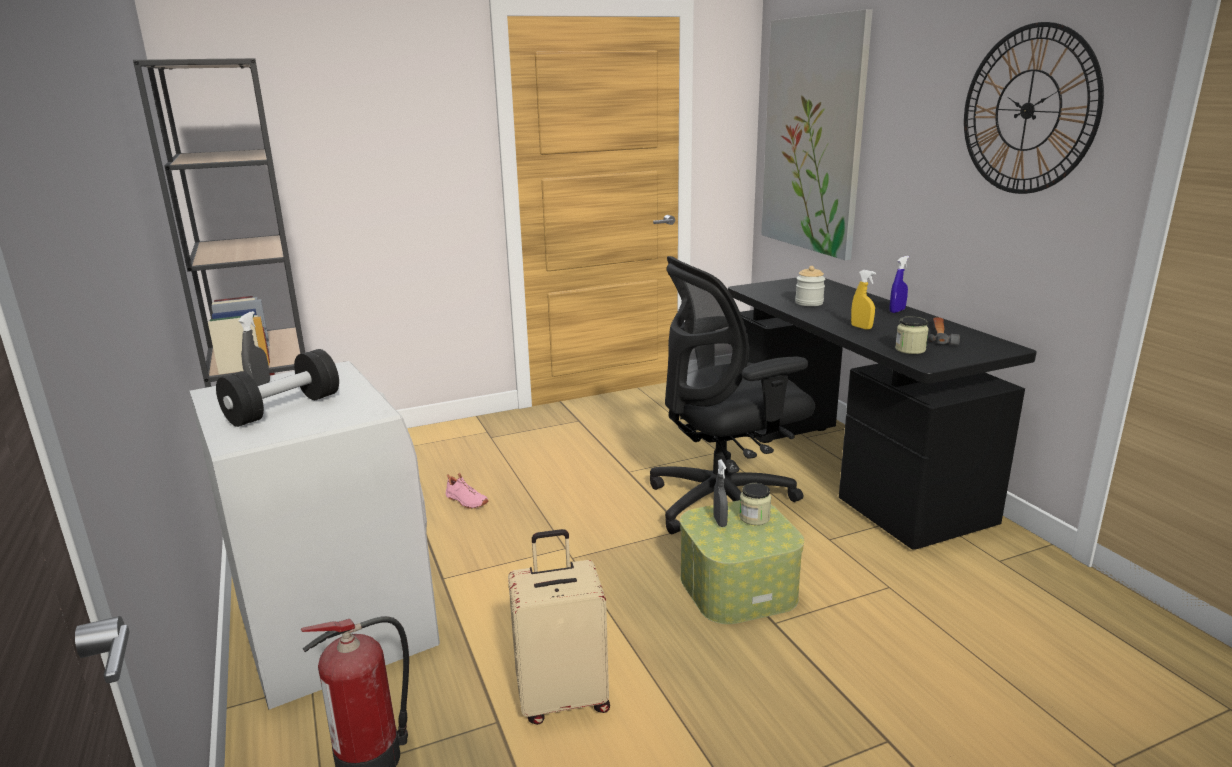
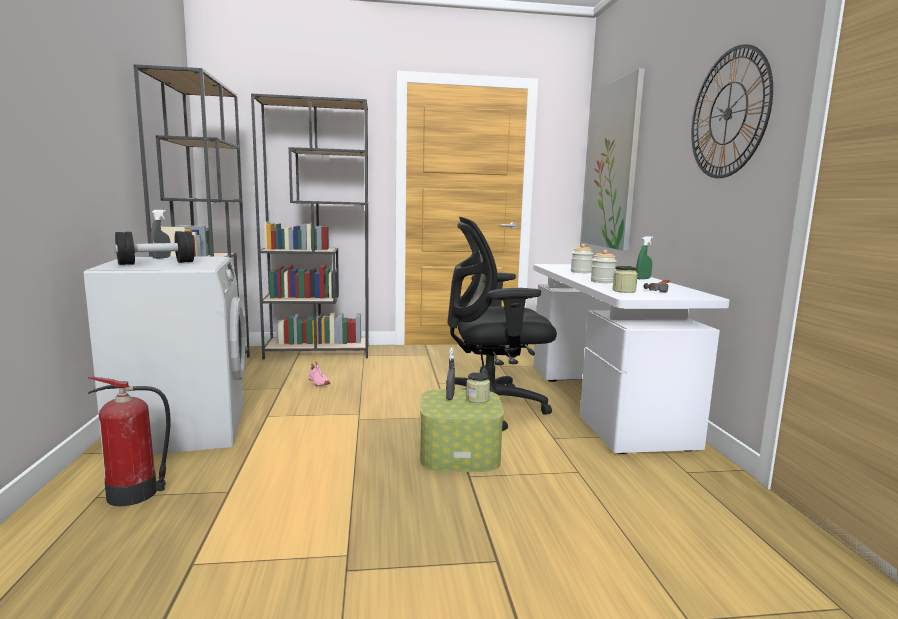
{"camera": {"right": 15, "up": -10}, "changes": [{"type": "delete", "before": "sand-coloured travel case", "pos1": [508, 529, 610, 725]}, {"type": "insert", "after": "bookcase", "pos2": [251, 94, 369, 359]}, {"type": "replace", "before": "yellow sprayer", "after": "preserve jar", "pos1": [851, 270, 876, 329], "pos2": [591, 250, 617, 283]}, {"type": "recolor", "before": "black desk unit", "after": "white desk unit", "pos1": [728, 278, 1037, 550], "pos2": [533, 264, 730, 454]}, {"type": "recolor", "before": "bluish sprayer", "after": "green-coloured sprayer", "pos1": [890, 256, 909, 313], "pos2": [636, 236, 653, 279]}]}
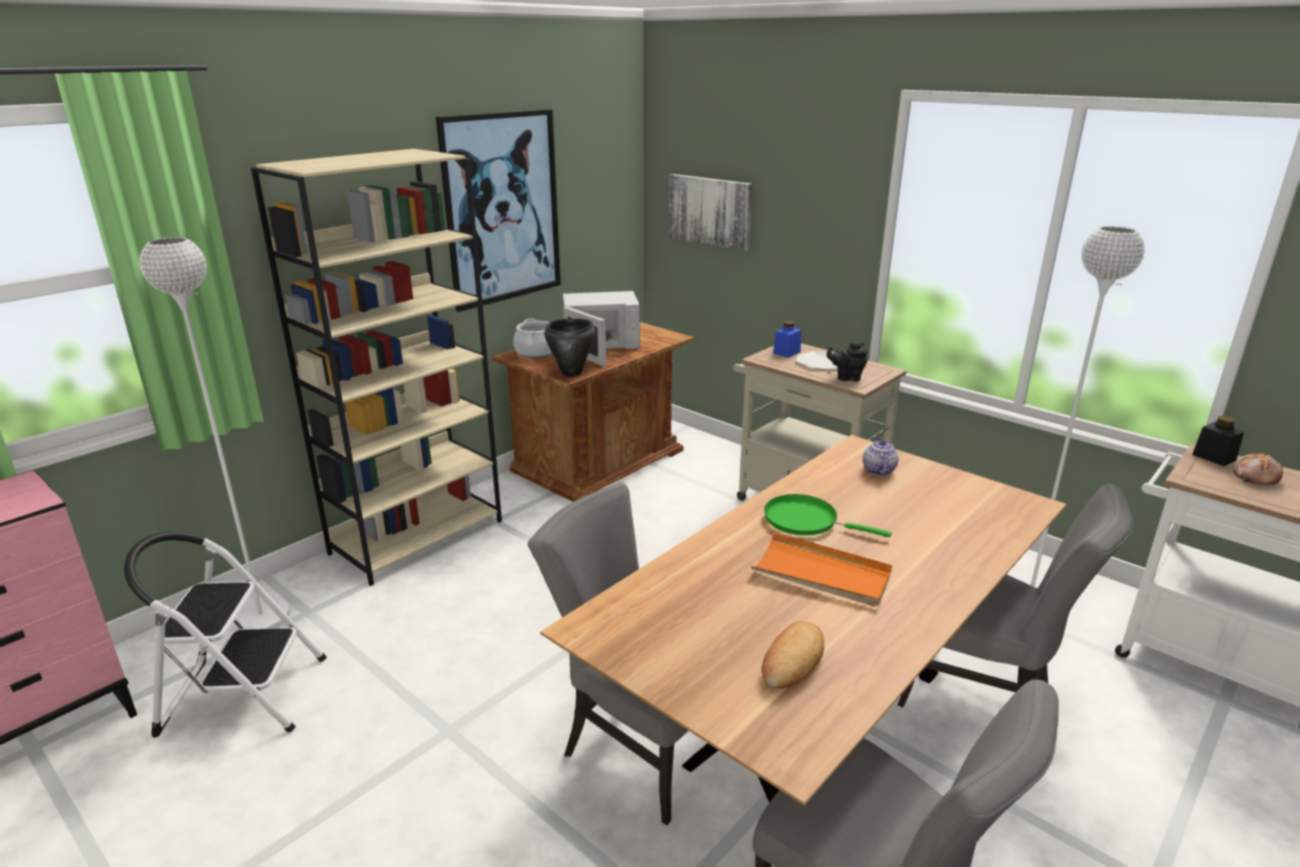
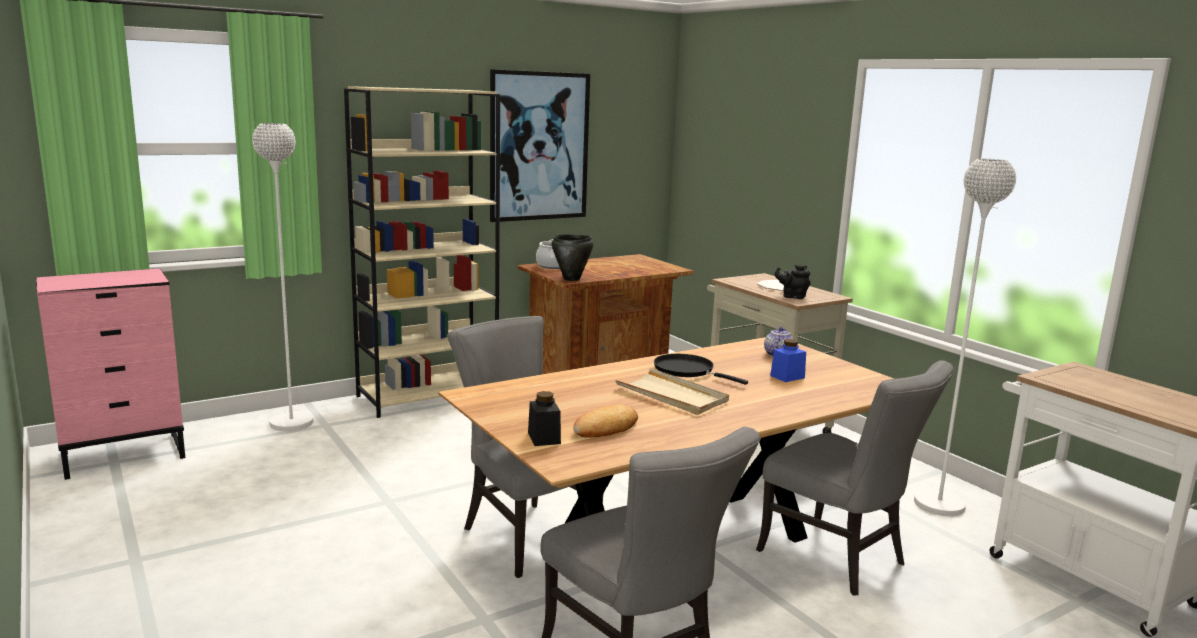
{"camera": {"right": 15, "up": -10}, "changes": [{"type": "delete", "before": "step stool", "pos1": [124, 532, 327, 738]}, {"type": "delete", "before": "white microwave oven", "pos1": [562, 291, 640, 367]}, {"type": "delete", "before": "wall art", "pos1": [669, 174, 752, 251]}, {"type": "delete", "before": "bakery bread", "pos1": [1233, 452, 1283, 484]}, {"type": "move", "before": "bluish preserve jar", "pos1": [773, 321, 801, 358], "pos2": [770, 339, 806, 382]}, {"type": "move", "before": "black preserve jar", "pos1": [1192, 416, 1244, 466], "pos2": [528, 391, 561, 446]}, {"type": "recolor", "before": "orange tray", "after": "sand-coloured tray", "pos1": [751, 532, 892, 607], "pos2": [615, 368, 729, 415]}, {"type": "recolor", "before": "green-coloured frying pan", "after": "black frying pan", "pos1": [764, 494, 892, 538], "pos2": [654, 354, 748, 385]}]}
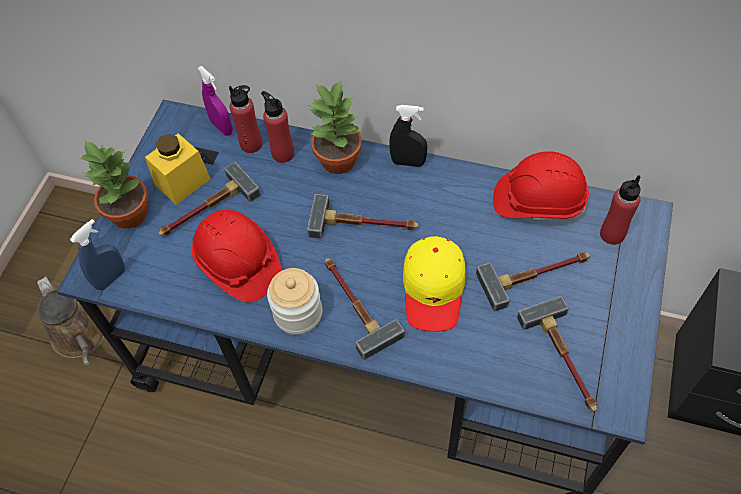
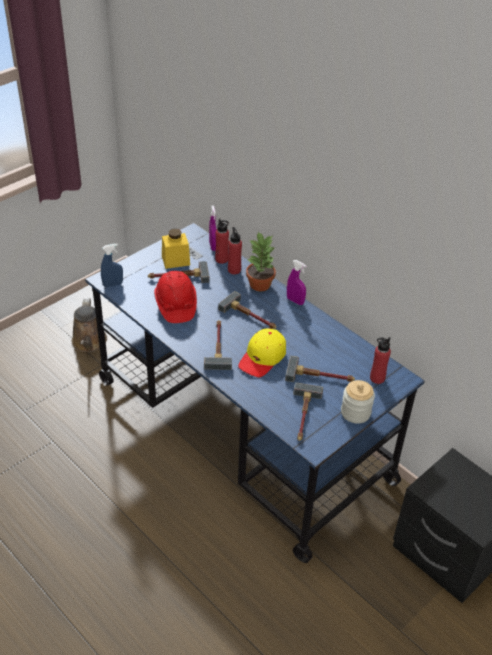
{"camera": {"right": 25, "up": -15}, "changes": [{"type": "delete", "before": "potted plant", "pos1": [81, 139, 148, 229]}, {"type": "delete", "before": "red-coloured hard hat", "pos1": [493, 151, 589, 220]}, {"type": "move", "before": "preserve jar", "pos1": [267, 268, 322, 335], "pos2": [341, 380, 375, 424]}, {"type": "recolor", "before": "black sprayer", "after": "purplish sprayer", "pos1": [389, 105, 427, 167], "pos2": [287, 260, 306, 305]}]}
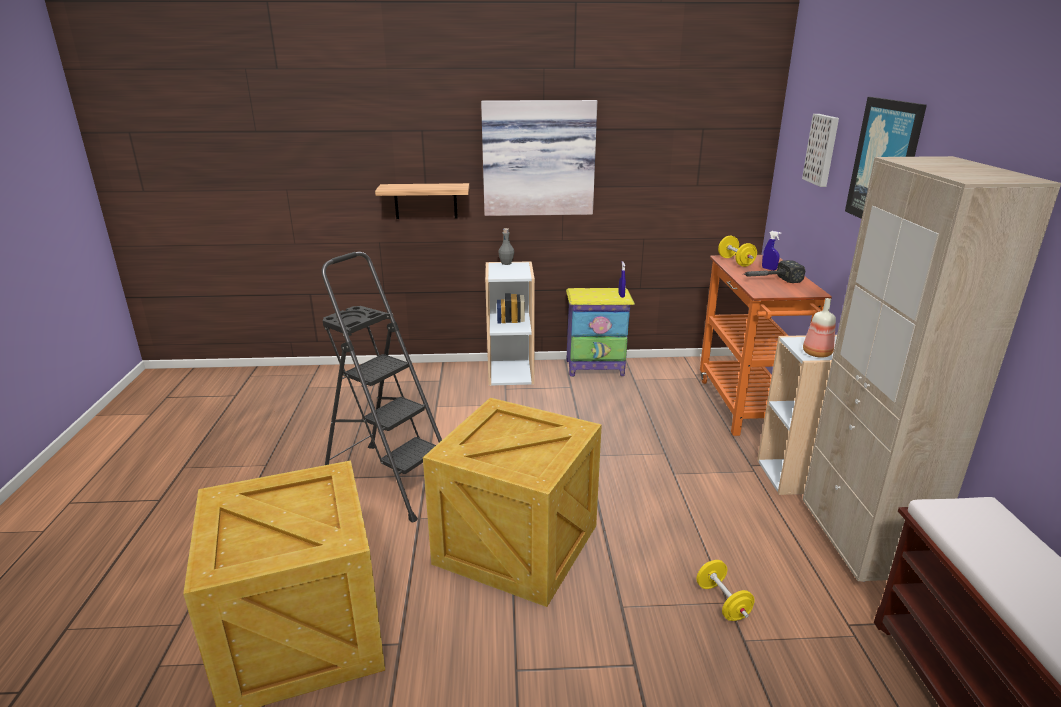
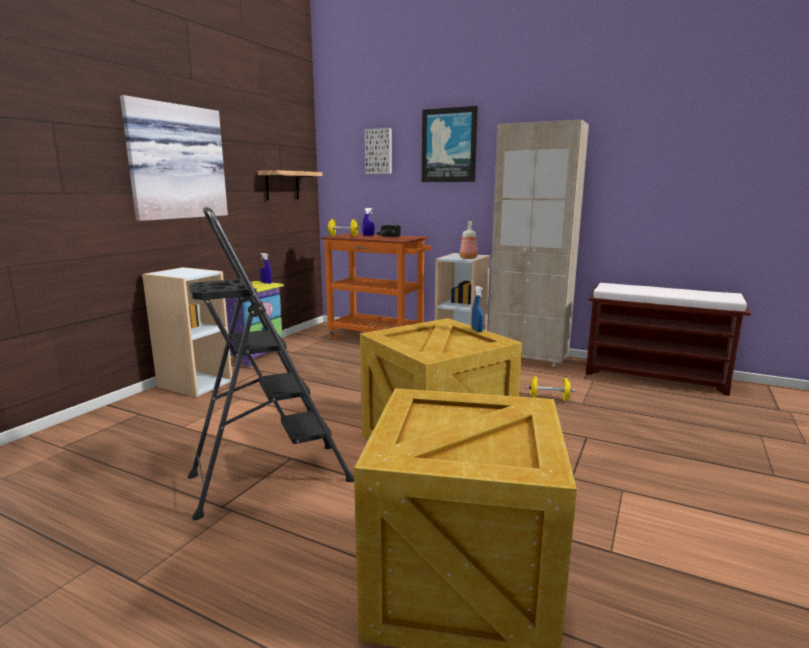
{"camera": {"right": -60, "up": -10}, "changes": [{"type": "delete", "before": "grey drink bottle", "pos1": [498, 228, 514, 265]}, {"type": "insert", "after": "bluish sprayer", "pos2": [471, 286, 484, 332]}, {"type": "move", "before": "shelf", "pos1": [375, 183, 469, 219], "pos2": [258, 170, 323, 200]}]}
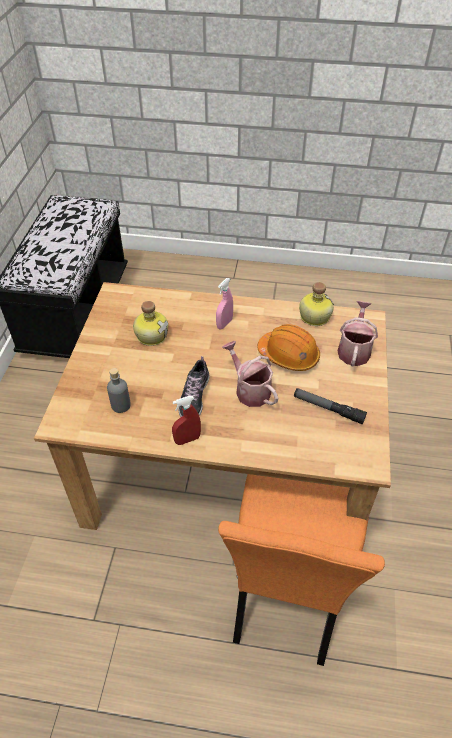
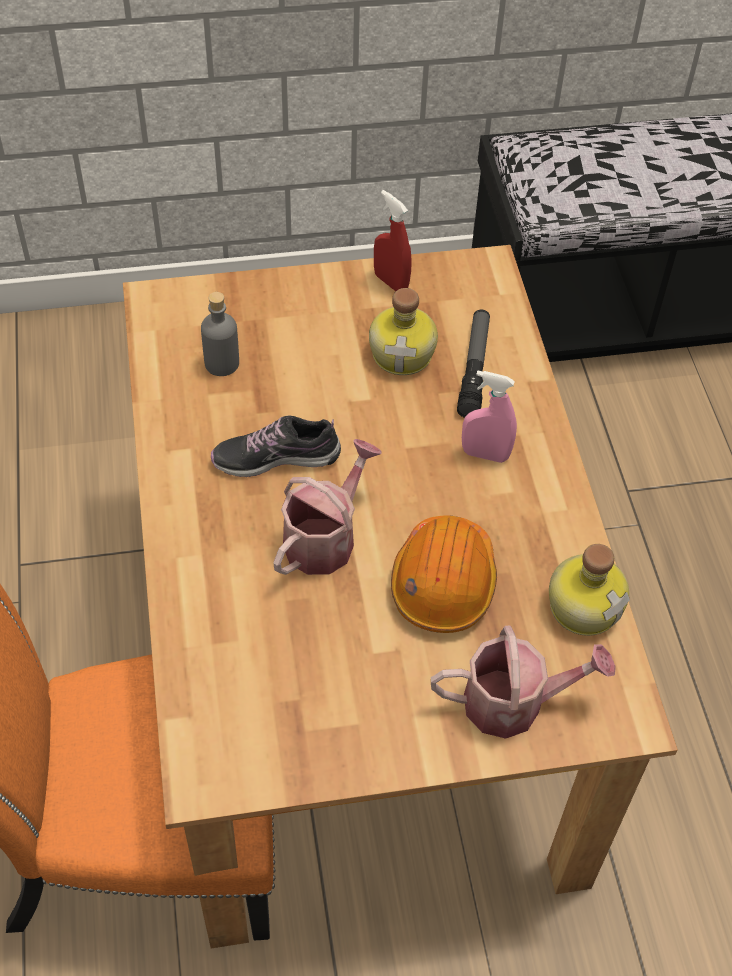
{"camera": {"right": 70, "up": 5}, "changes": [{"type": "move", "before": "red-coloured sprayer", "pos1": [172, 396, 201, 445], "pos2": [374, 190, 411, 291]}, {"type": "move", "before": "flashlight", "pos1": [294, 388, 367, 424], "pos2": [457, 310, 490, 418]}]}
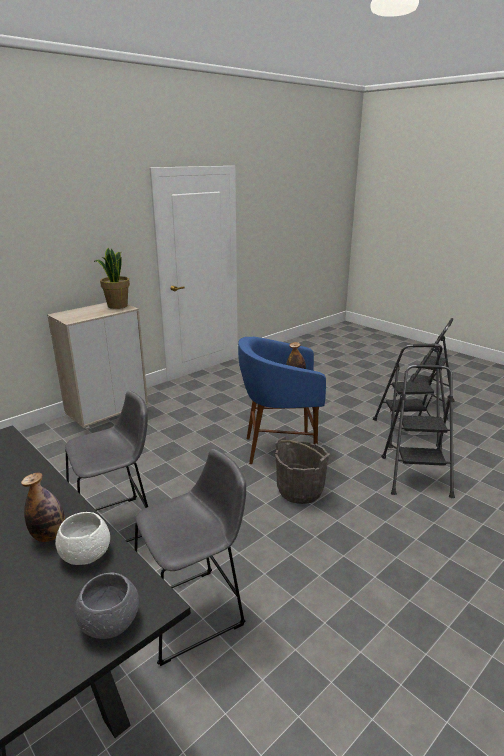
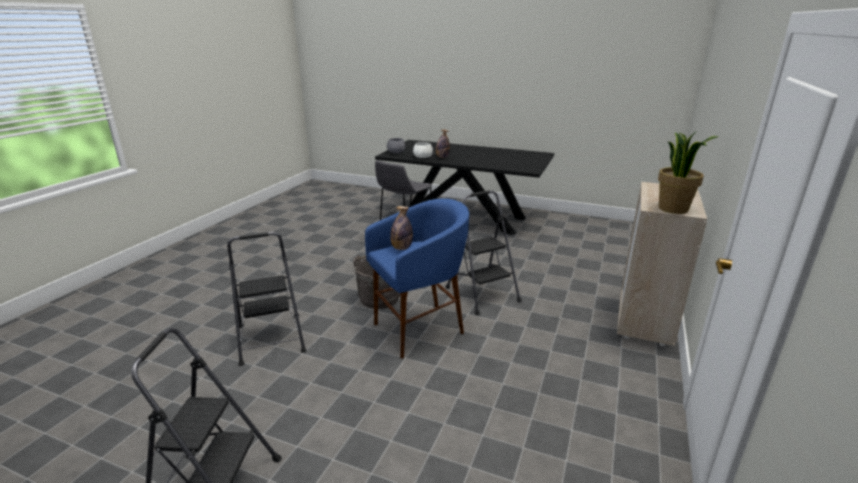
{"camera": {"right": 155, "up": 0}, "changes": [{"type": "delete", "before": "grey stool seat", "pos1": [65, 391, 148, 542]}, {"type": "move", "before": "black step stool", "pos1": [373, 344, 443, 448], "pos2": [445, 190, 522, 315]}]}
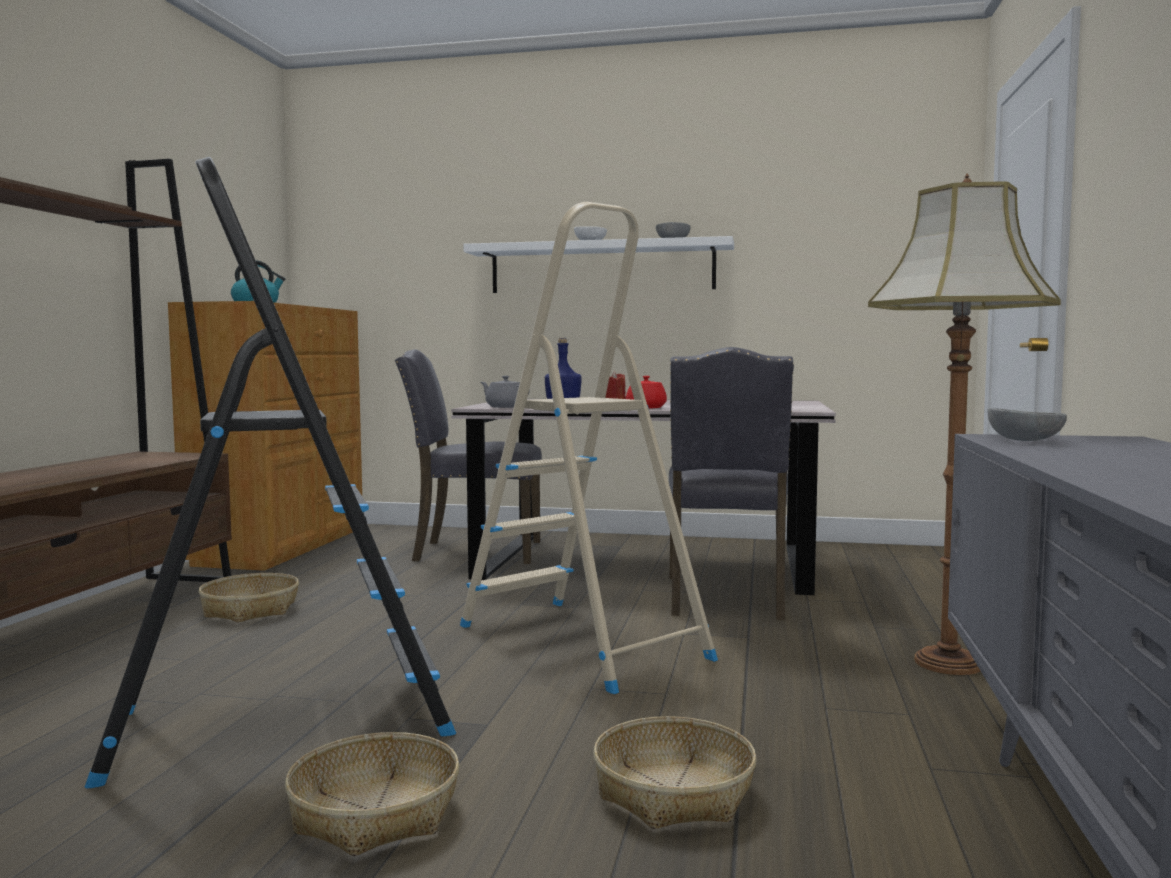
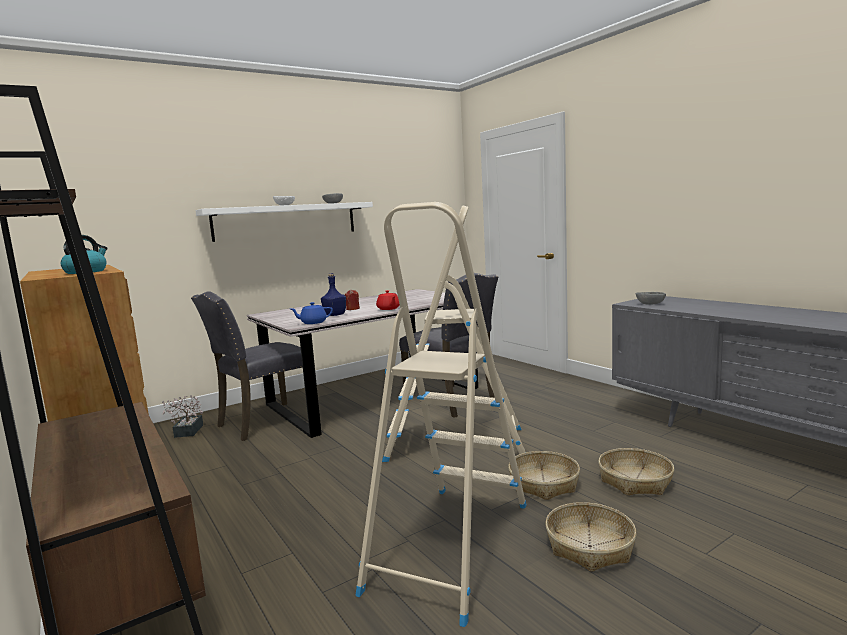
{"camera": {"right": -45, "up": 5}, "changes": [{"type": "delete", "before": "standard lamp", "pos1": [868, 173, 1061, 675]}, {"type": "insert", "after": "potted plant", "pos2": [162, 396, 203, 438]}, {"type": "move", "before": "basket", "pos1": [199, 573, 299, 622], "pos2": [508, 451, 580, 500]}, {"type": "recolor", "before": "black step stool", "after": "sand-coloured step stool", "pos1": [85, 157, 456, 788], "pos2": [356, 202, 527, 627]}, {"type": "recolor", "before": "grey teapot", "after": "bluish teapot", "pos1": [481, 376, 530, 408], "pos2": [291, 302, 333, 324]}]}
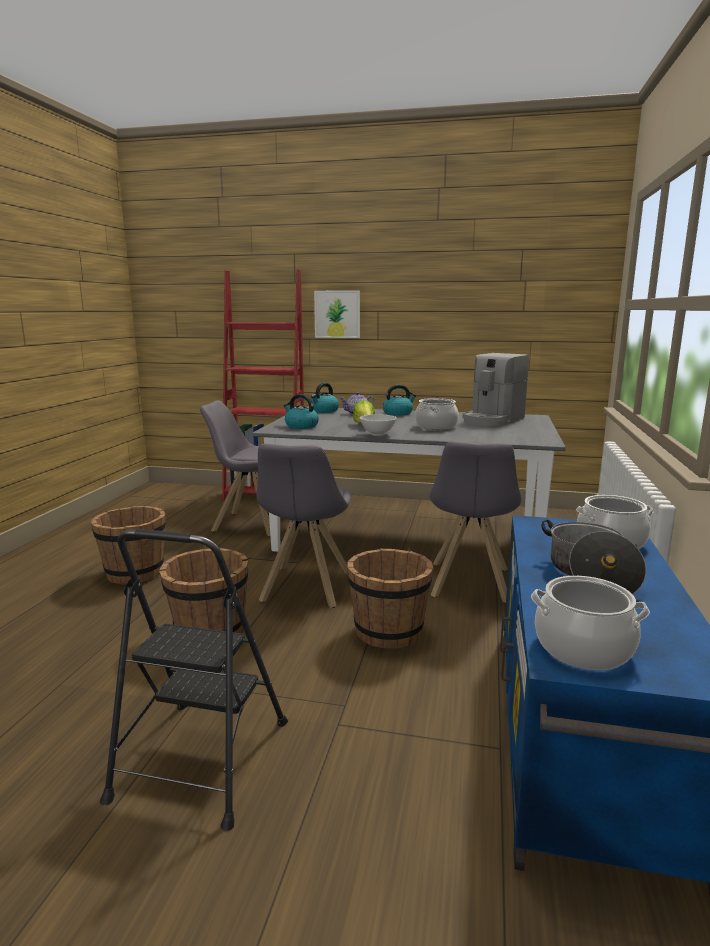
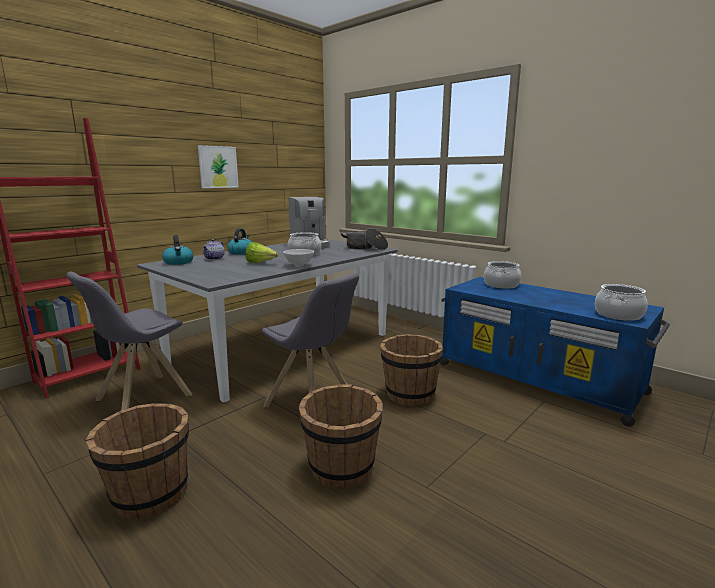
{"camera": {"right": -60, "up": 0}, "changes": [{"type": "delete", "before": "black step stool", "pos1": [100, 529, 288, 831]}, {"type": "delete", "before": "kettle", "pos1": [284, 394, 319, 429]}, {"type": "delete", "before": "grey plain chair", "pos1": [429, 441, 521, 603]}, {"type": "move", "before": "wall art", "pos1": [314, 290, 360, 338], "pos2": [198, 145, 239, 188]}, {"type": "move", "before": "saucepot", "pos1": [541, 519, 646, 594], "pos2": [341, 228, 388, 250]}]}
